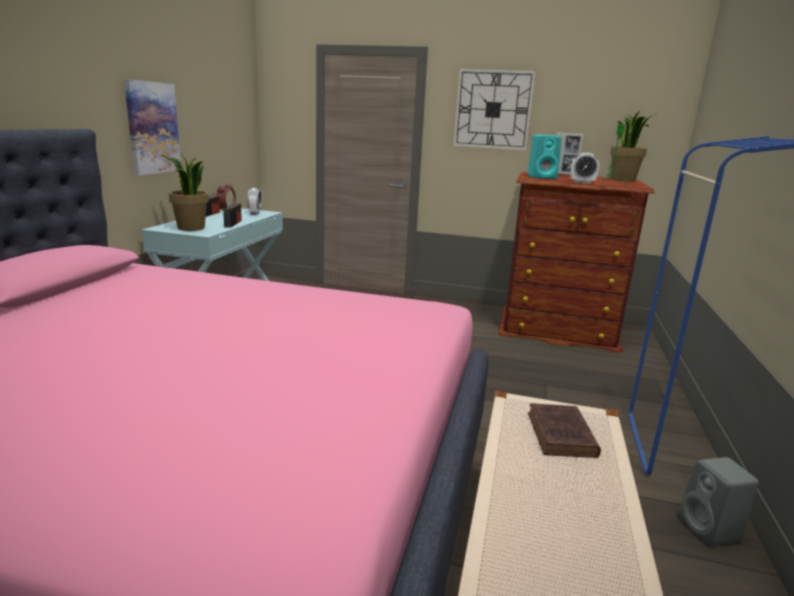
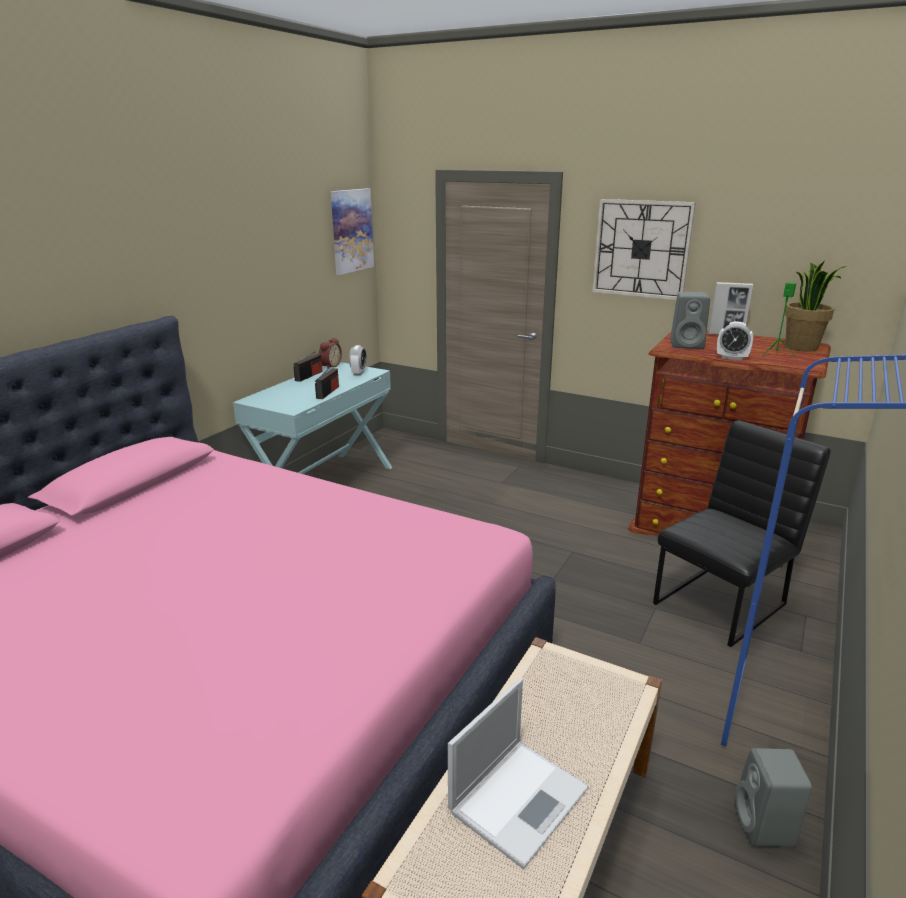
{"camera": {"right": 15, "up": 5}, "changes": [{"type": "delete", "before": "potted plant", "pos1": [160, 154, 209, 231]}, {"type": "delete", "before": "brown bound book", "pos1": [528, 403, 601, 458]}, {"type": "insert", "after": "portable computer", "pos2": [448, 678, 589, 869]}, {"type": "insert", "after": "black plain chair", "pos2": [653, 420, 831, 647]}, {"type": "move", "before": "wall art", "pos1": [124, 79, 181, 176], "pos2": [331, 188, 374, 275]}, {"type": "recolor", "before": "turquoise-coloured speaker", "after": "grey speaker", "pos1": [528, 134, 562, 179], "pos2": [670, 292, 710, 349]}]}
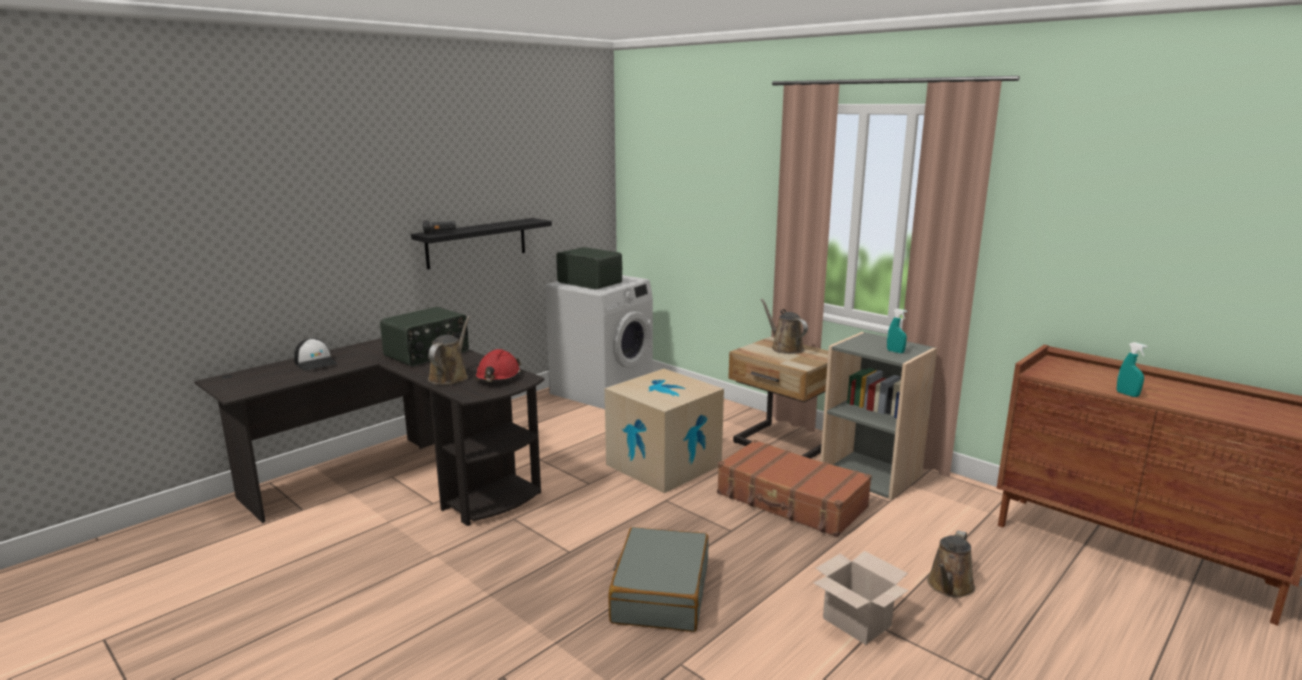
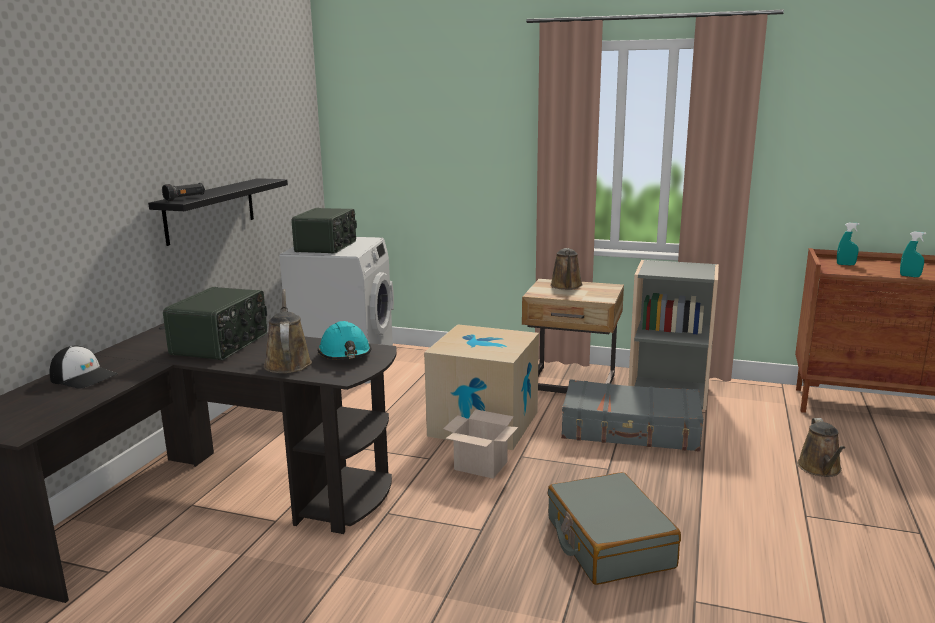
{"camera": {"right": -25, "up": 0}, "changes": [{"type": "move", "before": "cardboard box", "pos1": [813, 551, 909, 645], "pos2": [443, 409, 518, 478]}, {"type": "move", "before": "turquoise-coloured sprayer", "pos1": [887, 309, 907, 353], "pos2": [837, 223, 860, 265]}, {"type": "recolor", "before": "red-coloured hard hat", "after": "turquoise-coloured hard hat", "pos1": [475, 349, 521, 381], "pos2": [318, 321, 371, 359]}, {"type": "recolor", "before": "brown travel case", "after": "grey travel case", "pos1": [717, 440, 872, 537], "pos2": [561, 379, 703, 452]}, {"type": "rotate", "before": "radio", "pos1": [556, 247, 622, 290], "pos2": [291, 208, 357, 254], "turn": 90}, {"type": "rotate", "before": "brown sprinkling can", "pos1": [760, 299, 808, 354], "pos2": [550, 248, 583, 290], "turn": -120}]}
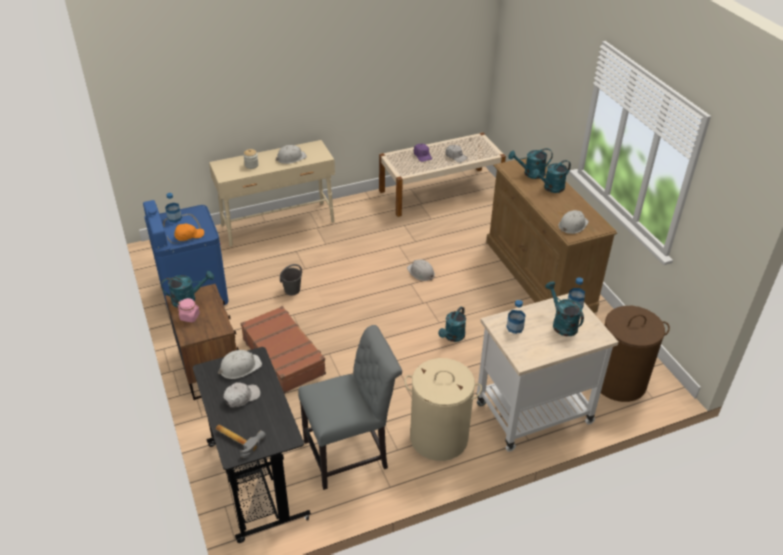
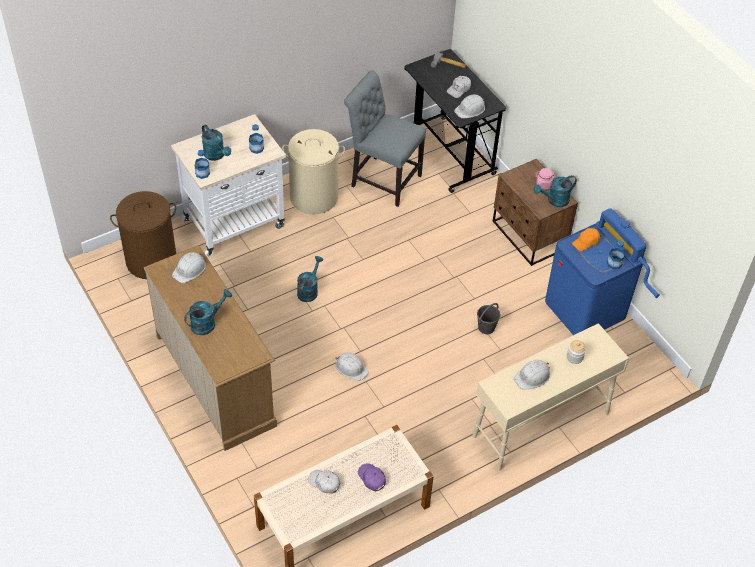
{"camera": {"right": 170, "up": 10}, "changes": [{"type": "delete", "before": "brown travel case", "pos1": [240, 306, 326, 393]}, {"type": "delete", "before": "turquoise-coloured sprinkling can", "pos1": [508, 148, 553, 179]}, {"type": "rotate", "before": "grey plain chair", "pos1": [298, 325, 402, 490], "pos2": [344, 71, 426, 207], "turn": 60}]}
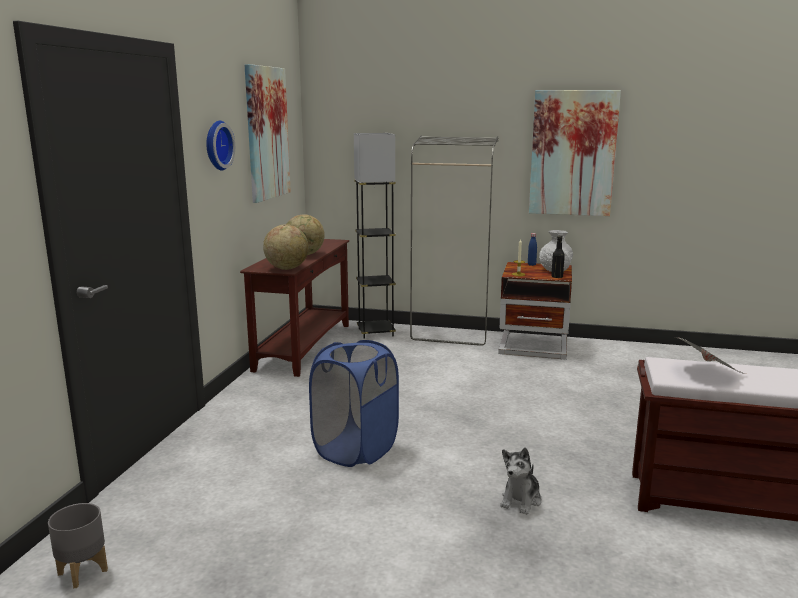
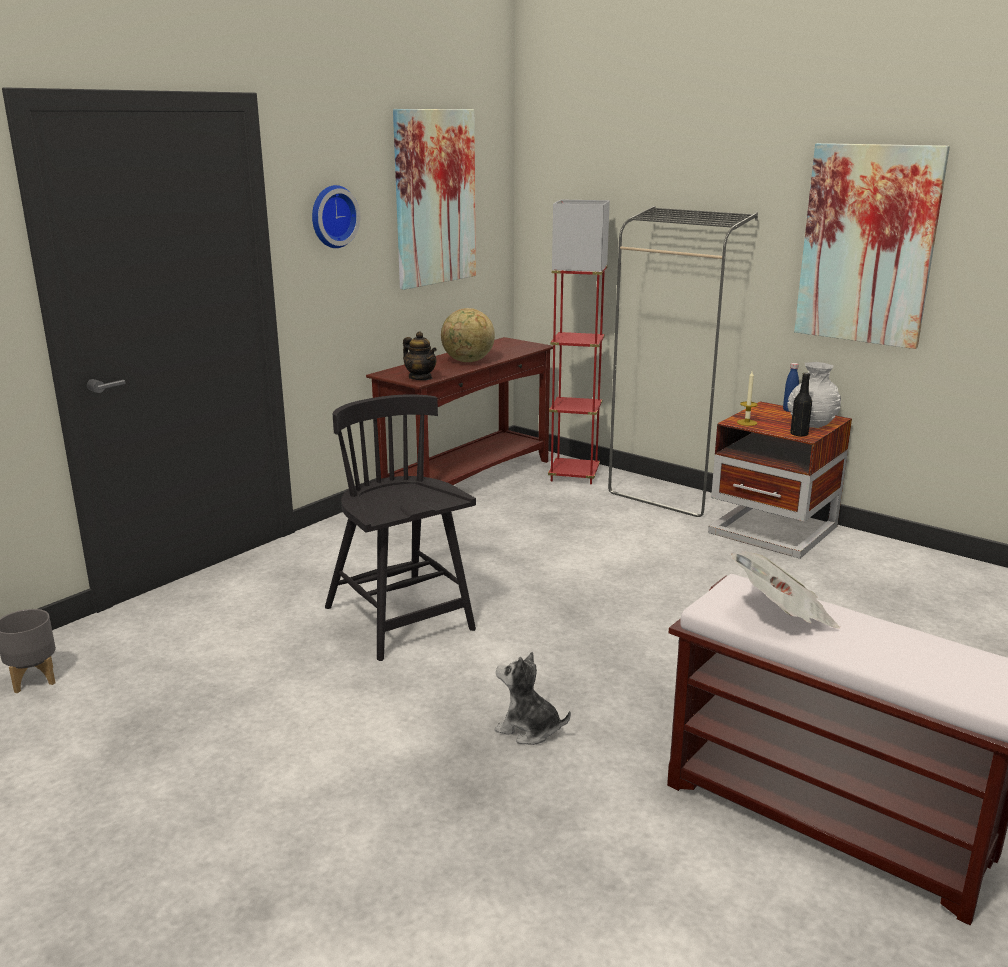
{"camera": {"right": 25, "up": 5}, "changes": [{"type": "replace", "before": "world globe", "after": "teapot", "pos1": [263, 224, 309, 270], "pos2": [403, 331, 437, 380]}, {"type": "replace", "before": "bluish hamper", "after": "black plain chair", "pos1": [309, 340, 399, 467], "pos2": [325, 394, 476, 661]}, {"type": "recolor", "before": "black standard lamp", "after": "red-coloured standard lamp", "pos1": [354, 133, 396, 339], "pos2": [548, 200, 610, 485]}, {"type": "rotate", "before": "soft toy", "pos1": [500, 447, 542, 515], "pos2": [495, 652, 571, 745], "turn": 60}]}
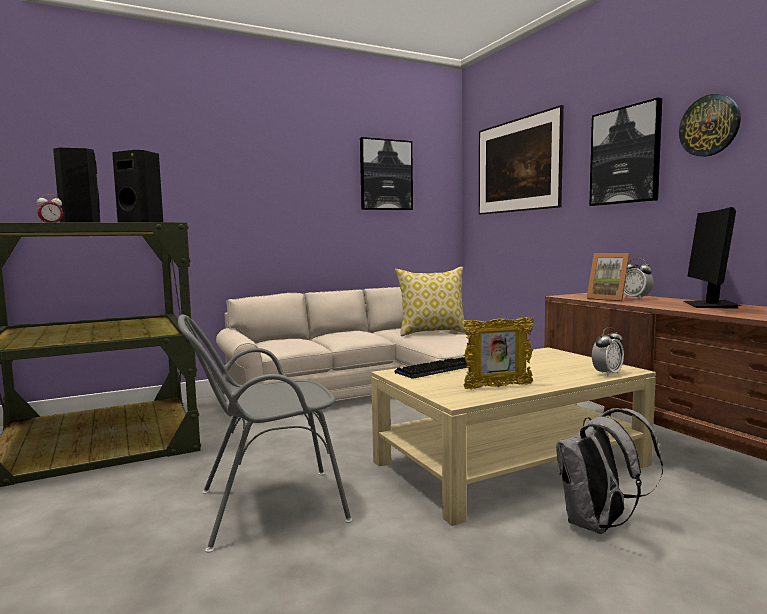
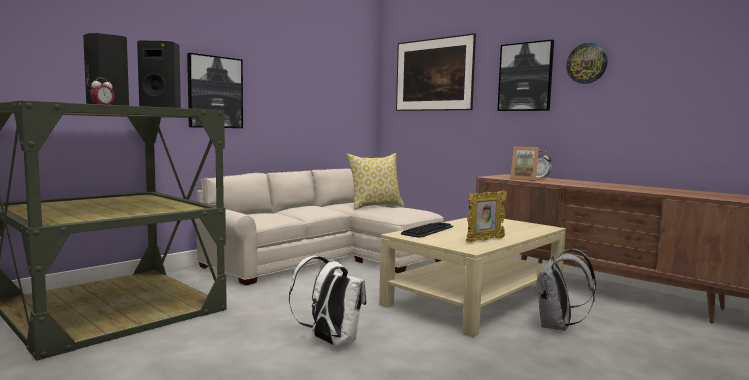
{"camera": {"right": -20, "up": 0}, "changes": [{"type": "delete", "before": "table clock", "pos1": [592, 327, 624, 377]}, {"type": "delete", "before": "computer display", "pos1": [684, 207, 741, 309]}, {"type": "move", "before": "wall art", "pos1": [360, 137, 413, 210], "pos2": [187, 53, 243, 128]}, {"type": "replace", "before": "grey plain chair", "after": "white backpack", "pos1": [178, 314, 352, 552], "pos2": [289, 256, 367, 346]}]}
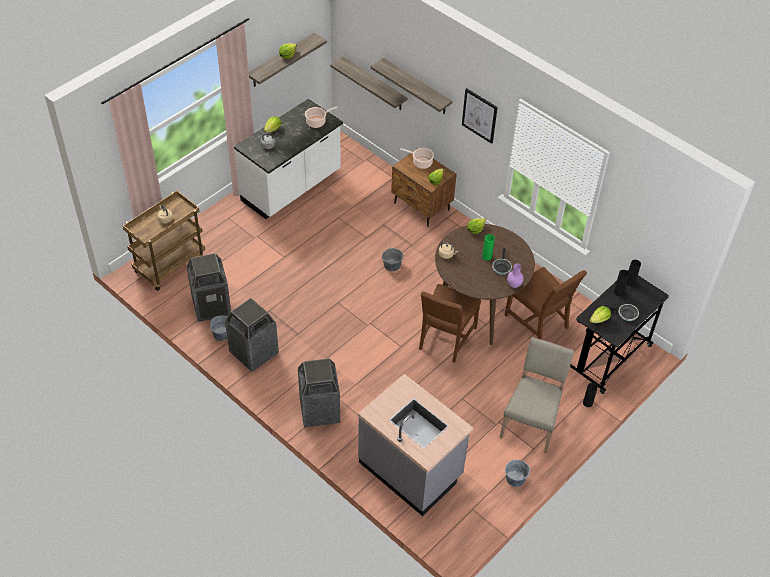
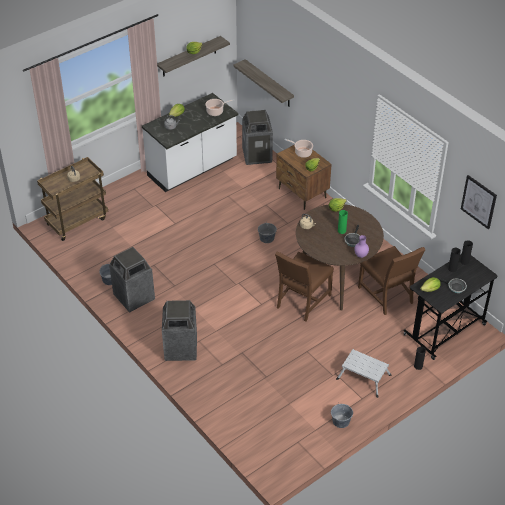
{"camera": {"right": 10, "up": -5}, "changes": [{"type": "delete", "before": "grey counter", "pos1": [358, 374, 473, 516]}, {"type": "delete", "before": "shelf", "pos1": [371, 58, 452, 114]}, {"type": "move", "before": "rubbish bin", "pos1": [187, 253, 231, 322], "pos2": [242, 110, 273, 165]}, {"type": "move", "before": "wall art", "pos1": [462, 88, 498, 144], "pos2": [461, 175, 497, 229]}, {"type": "replace", "before": "sand-coloured plain chair", "after": "white step stool", "pos1": [499, 337, 574, 454], "pos2": [336, 349, 392, 398]}]}
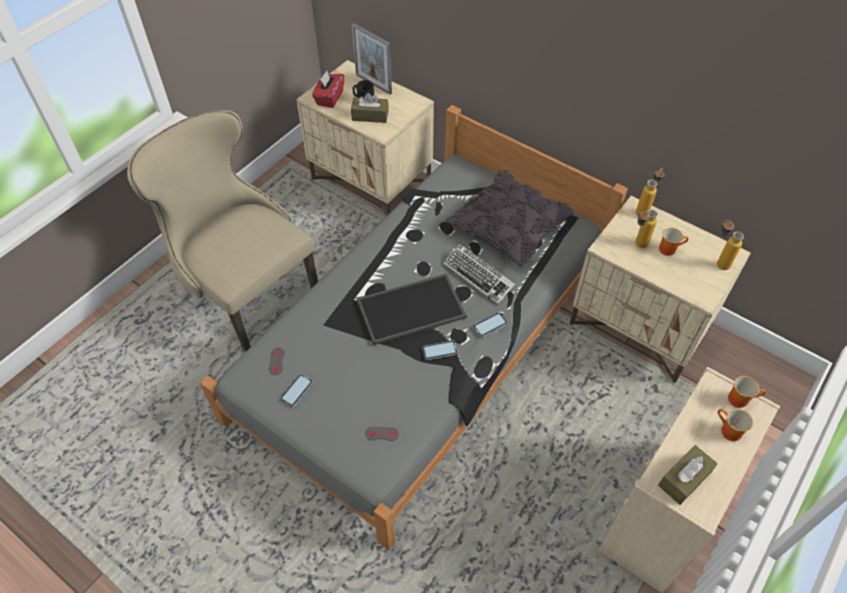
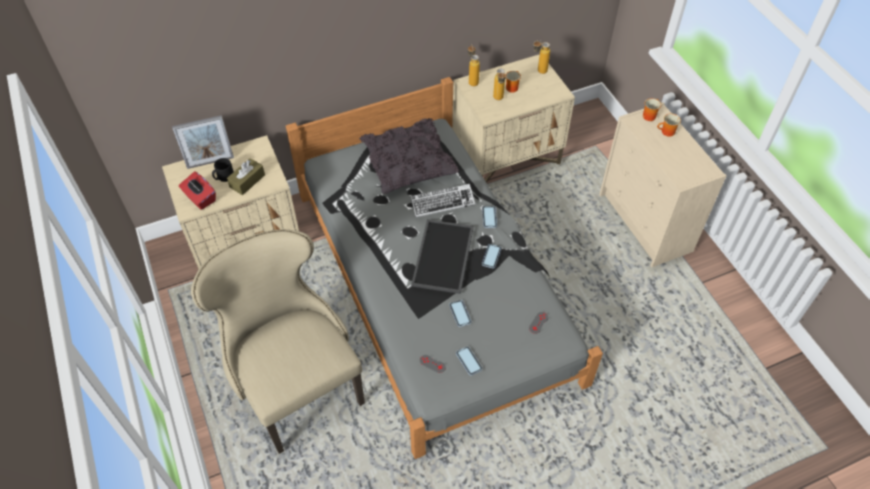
{"camera": {"right": -60, "up": 0}, "changes": [{"type": "delete", "before": "brown box of tissues", "pos1": [658, 445, 718, 505]}, {"type": "insert", "after": "phone", "pos2": [449, 300, 471, 327]}, {"type": "rotate", "before": "sand-coloured plain chair", "pos1": [127, 110, 318, 352], "pos2": [191, 229, 365, 454], "turn": 75}]}
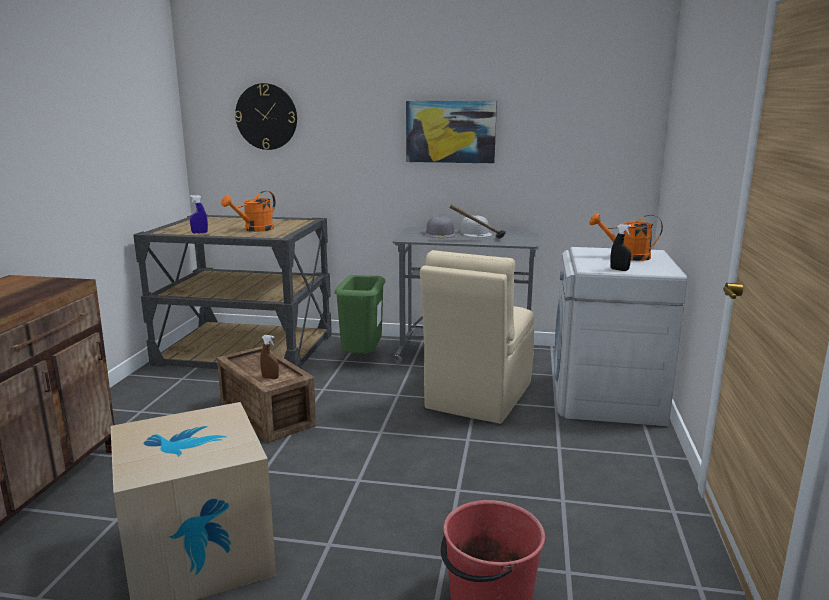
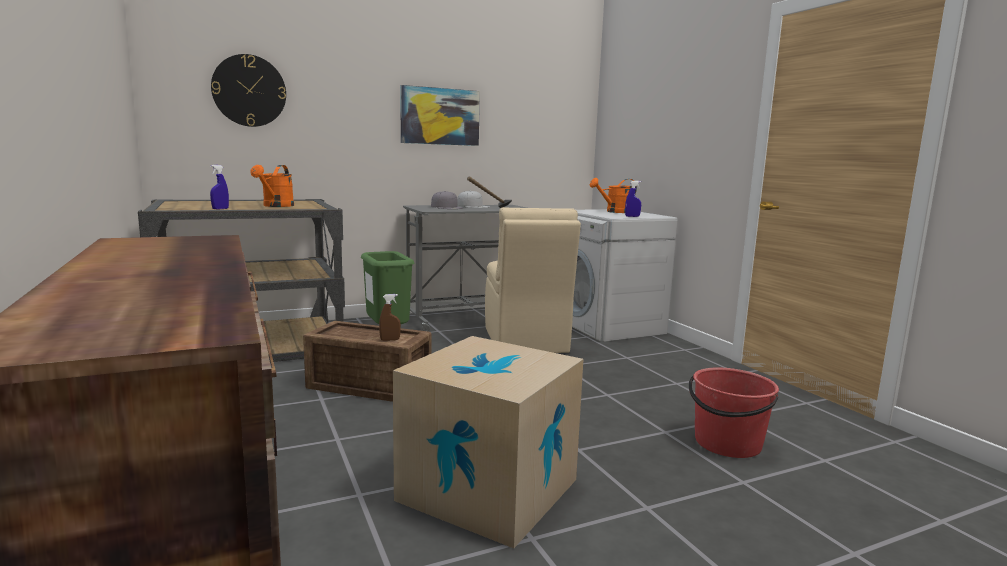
{"camera": {"right": -35, "up": -5}, "changes": [{"type": "recolor", "before": "black sprayer", "after": "bluish sprayer", "pos1": [610, 224, 632, 271], "pos2": [625, 181, 641, 217]}]}
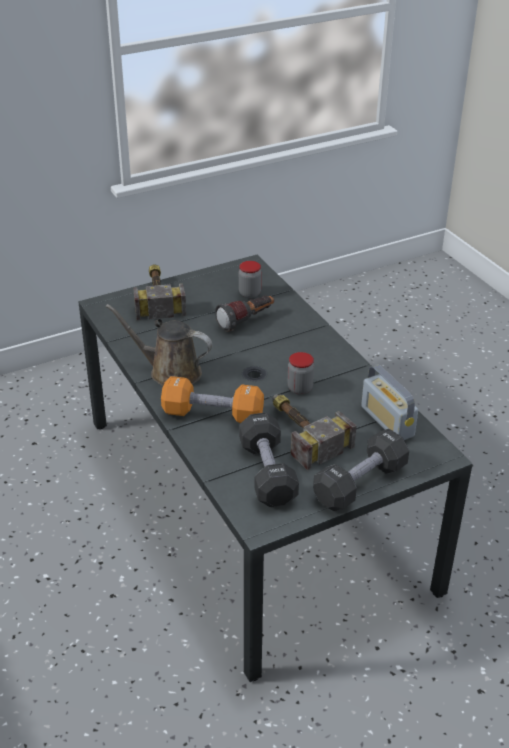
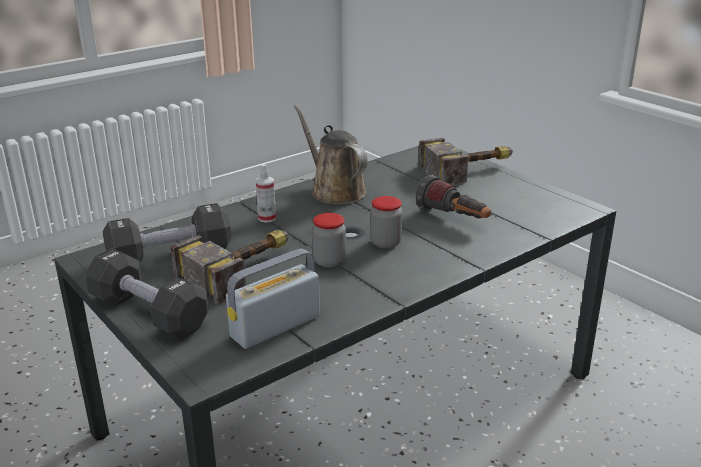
{"camera": {"right": 80, "up": -10}, "changes": [{"type": "move", "before": "preserve jar", "pos1": [239, 261, 262, 298], "pos2": [370, 196, 403, 248]}, {"type": "replace", "before": "orange hand weight", "after": "sprayer", "pos1": [161, 376, 264, 423], "pos2": [256, 164, 276, 223]}, {"type": "rotate", "before": "brown sprinkling can", "pos1": [106, 304, 213, 386], "pos2": [294, 105, 368, 204], "turn": -45}]}
